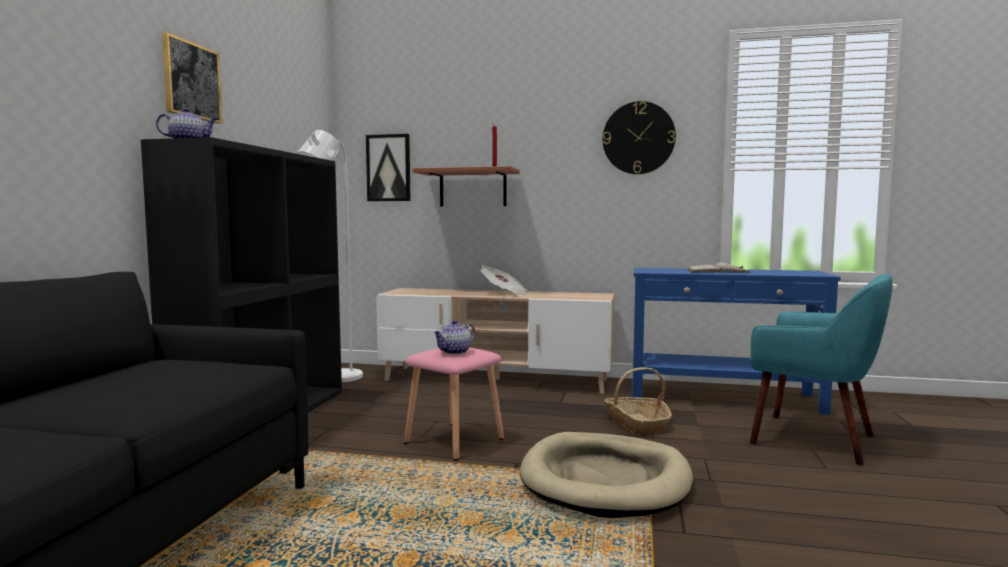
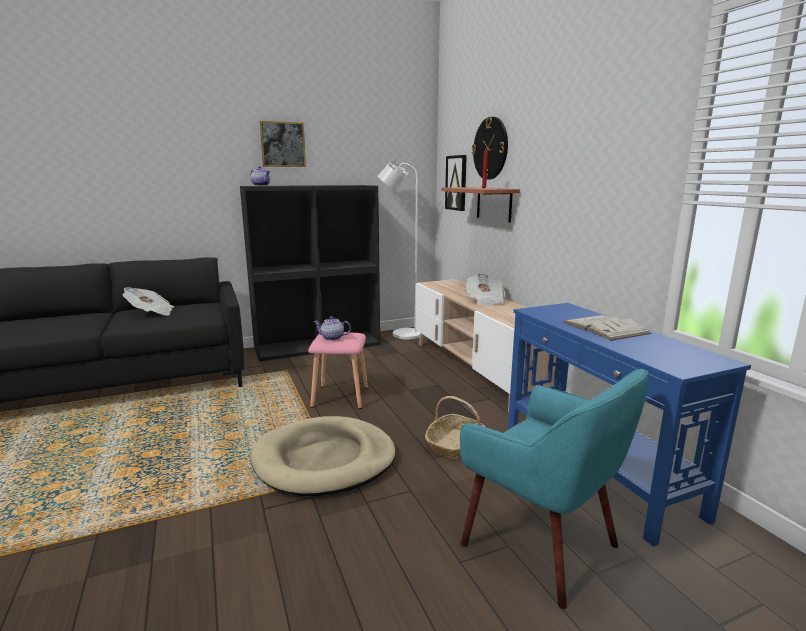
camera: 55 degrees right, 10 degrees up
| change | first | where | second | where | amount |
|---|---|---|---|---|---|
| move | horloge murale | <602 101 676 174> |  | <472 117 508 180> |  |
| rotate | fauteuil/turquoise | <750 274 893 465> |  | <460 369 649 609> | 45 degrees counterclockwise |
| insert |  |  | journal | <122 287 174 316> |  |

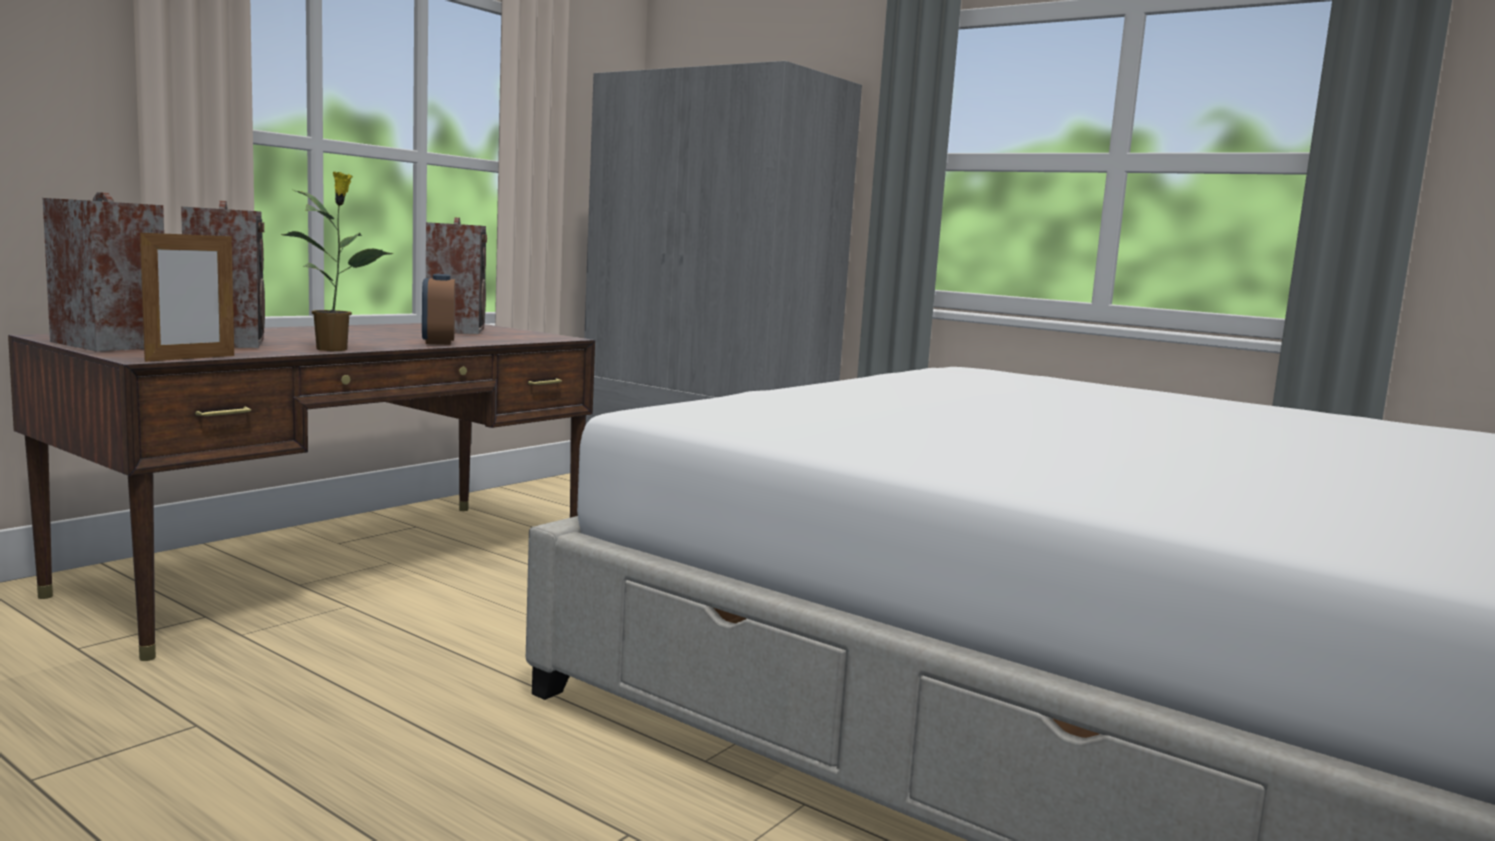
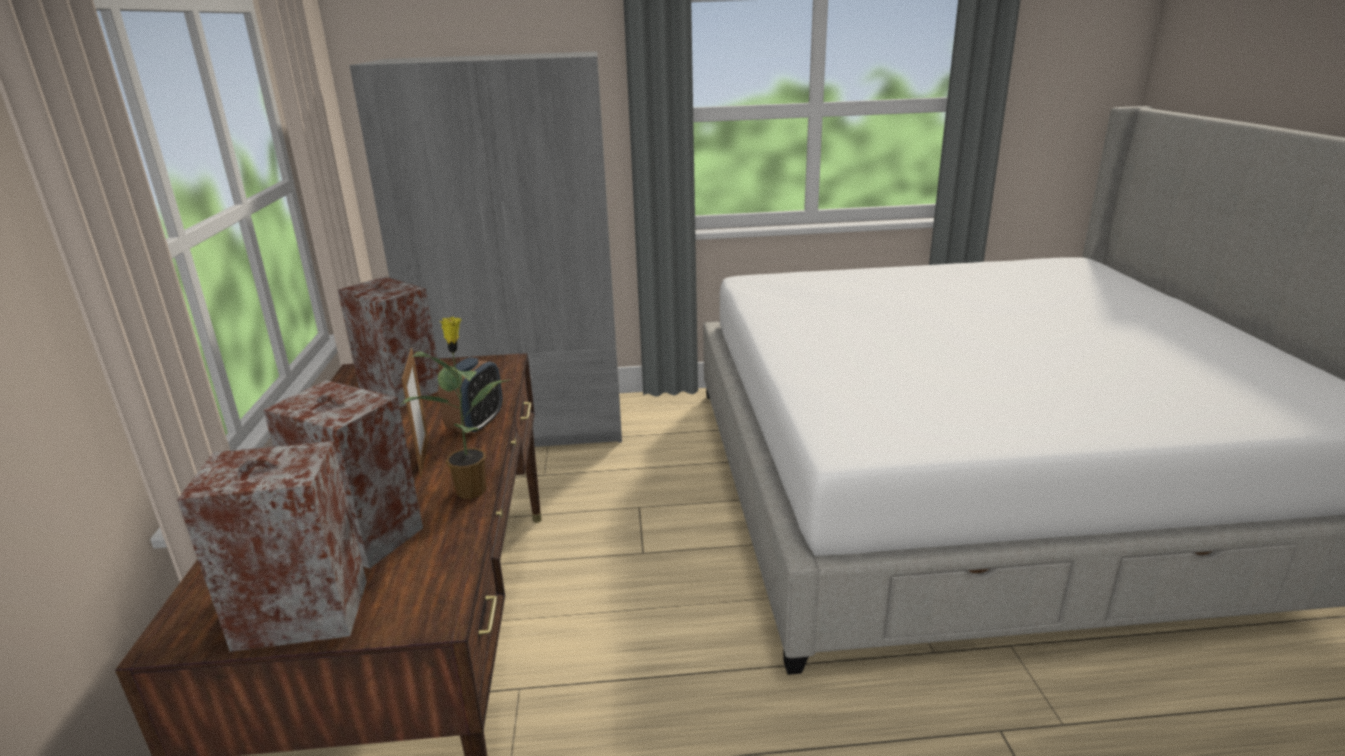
camera: 40 degrees left, 15 degrees up
| change | first | where | second | where | amount |
|---|---|---|---|---|---|
| move | cadre photo | <140 229 234 362> |  | <402 348 429 477> |  |
| rotate | réveil | <422 274 455 345> |  | <438 357 502 434> | 105 degrees counterclockwise |

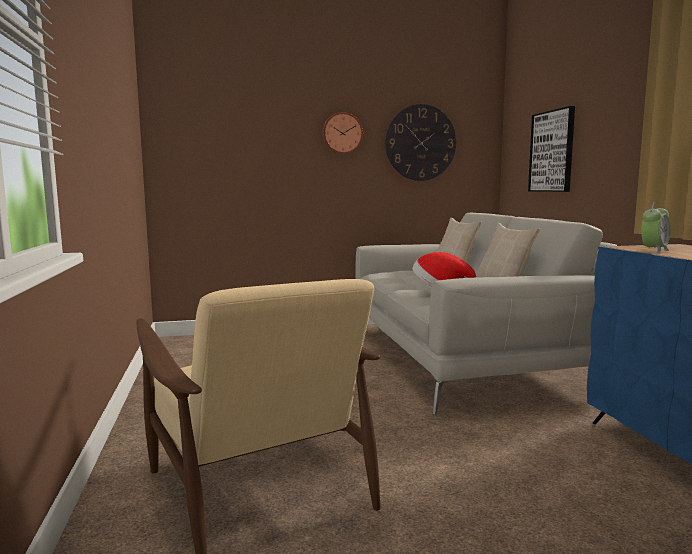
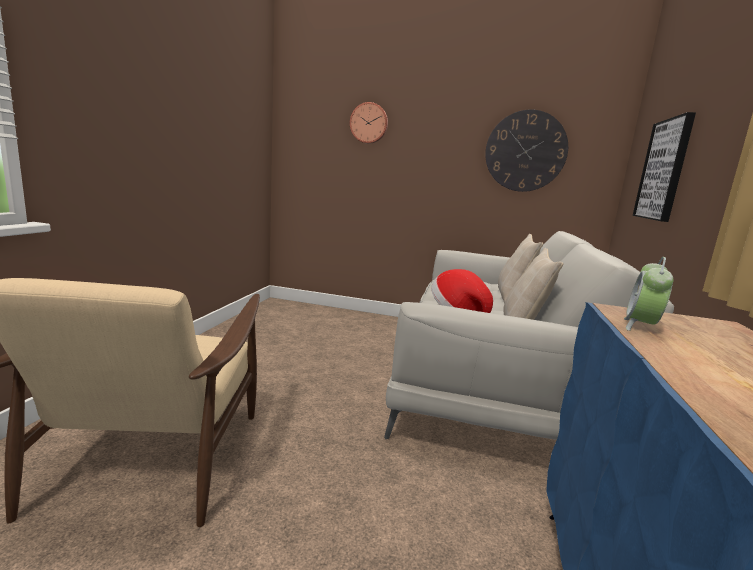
camera: 25 degrees right, 5 degrees up
| change | first | where | second | where | amount |
|---|---|---|---|---|---|
| move | horloge murale | <322 112 363 154> |  | <350 102 388 144> |  |
| rotate | réveil | <641 202 670 253> |  | <624 257 673 331> | 135 degrees clockwise |

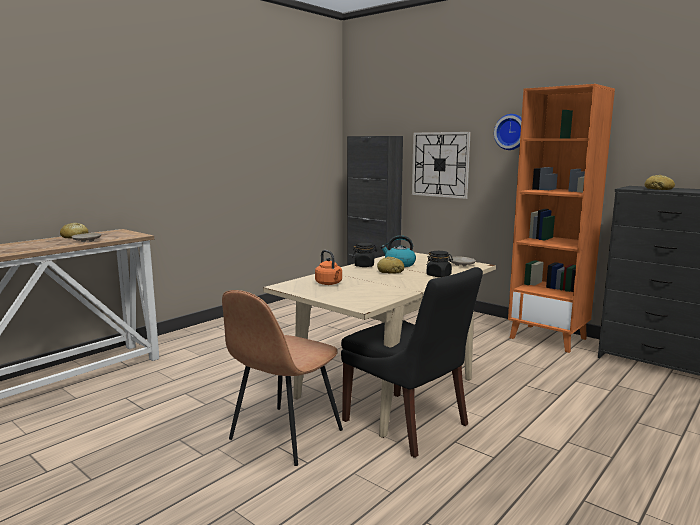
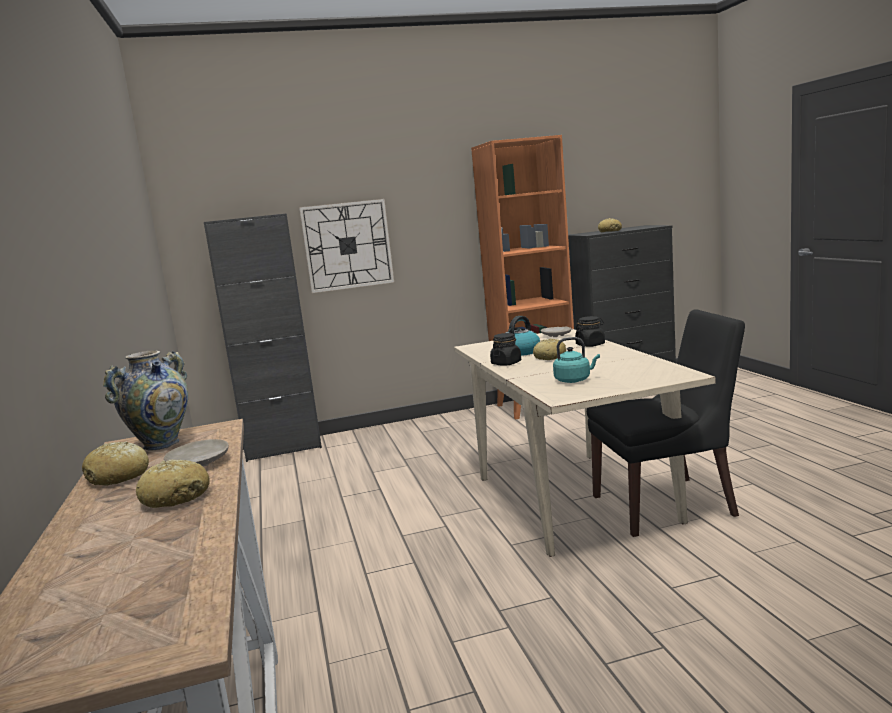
camera: 55 degrees left, 0 degrees up
| change | first | where | second | where | amount |
|---|---|---|---|---|---|
| delete | chaise/marron | <222 290 343 466> |  |  |  |
| recolor | bouilloire/orange | <315 250 342 285> | bouilloire/turquoise | <553 337 600 383> |  |
| delete | horloge murale | <494 114 522 150> |  |  |  |
| insert |  |  | vase | <103 350 188 451> |  |
| insert |  |  | pain | <136 460 210 508> |  |

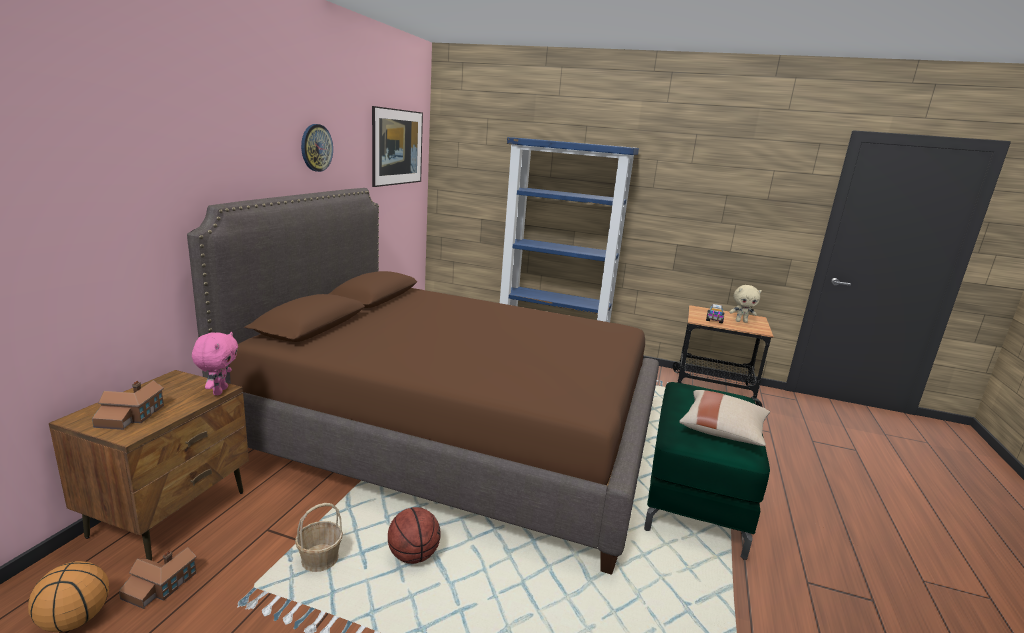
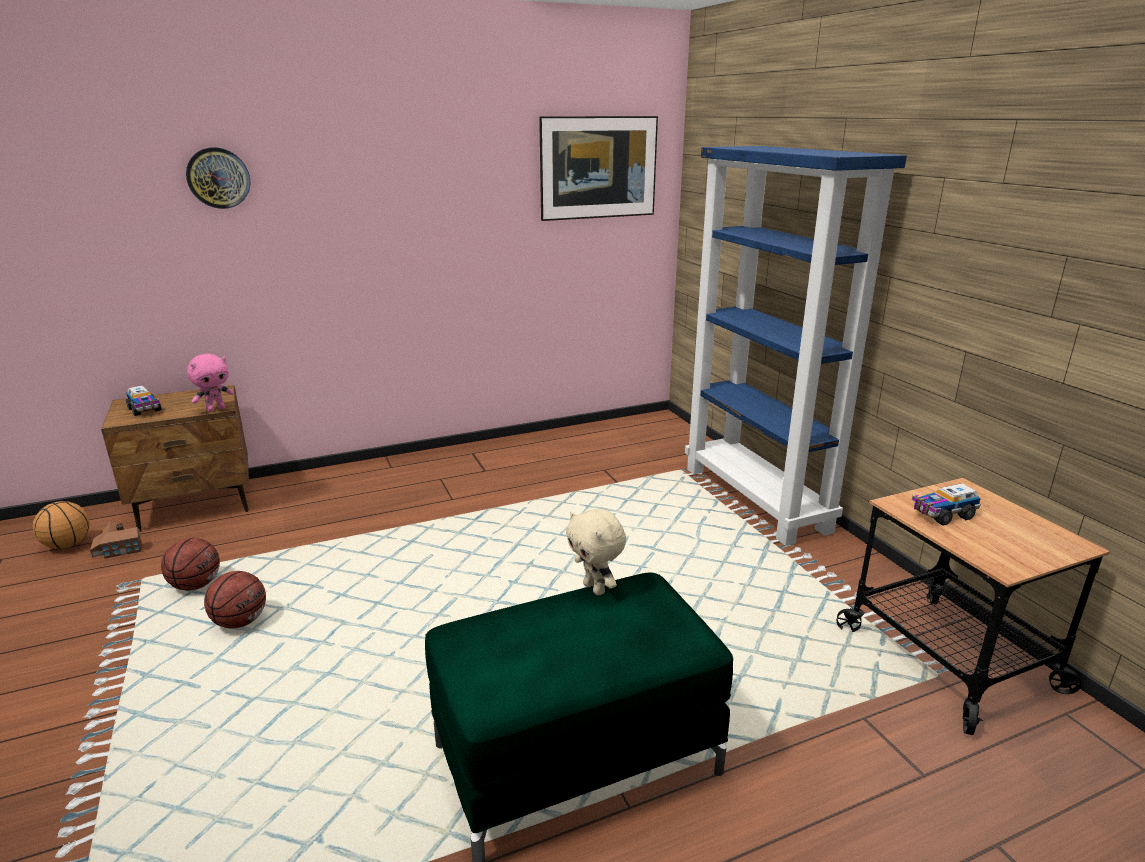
camera: 50 degrees right, 5 degrees up
| change | first | where | second | where | amount |
|---|---|---|---|---|---|
| replace | maison miniature | <92 380 164 430> | camion jouet | <126 385 161 416> |  |
| delete | lit/marron | <187 188 659 575> |  |  |  |
| replace | panier | <295 503 343 572> | ballon de basket | <161 538 220 590> |  |
| move | horloge murale | <301 124 333 172> |  | <186 147 250 209> |  |
| delete | coussin/beige | <679 390 770 446> |  |  |  |
| move | peluche/beige | <729 285 762 323> |  | <566 509 626 596> |  |

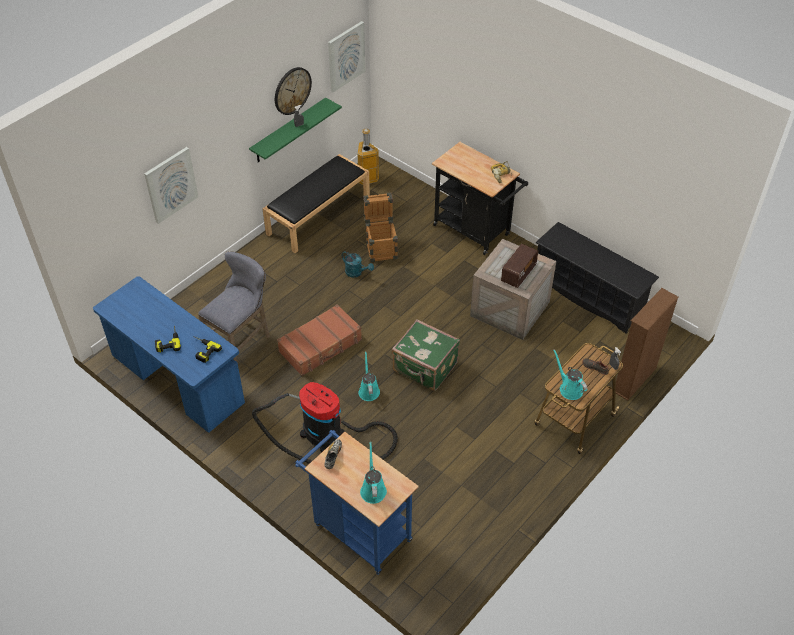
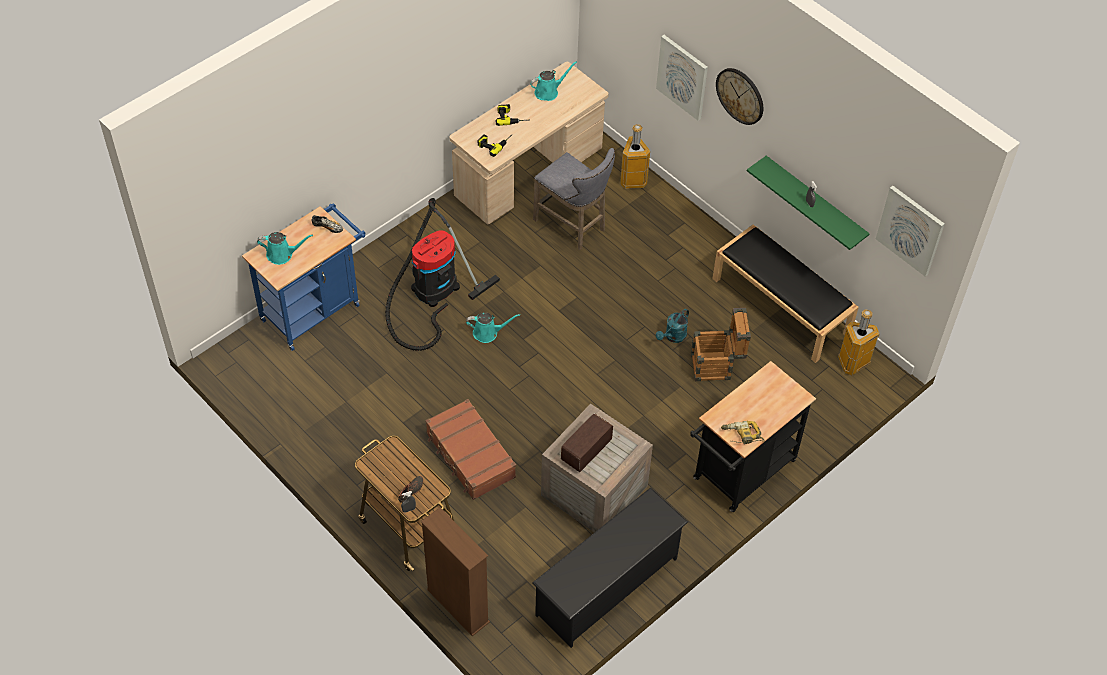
camera: 95 degrees right, 5 degrees up
| change | first | where | second | where | amount |
|---|---|---|---|---|---|
| recolor | bureau/bleu | <93 276 245 433> | bureau/beige | <449 62 609 224> |  |
| move | horloge murale | <275 67 312 115> |  | <716 68 763 125> |  |
| move | valise/marron | <277 304 362 376> |  | <426 399 516 500> |  |
| delete | valise/vert | <392 319 460 391> |  |  |  |
| rotate | radio | <501 244 538 288> |  | <561 413 613 472> | 90 degrees clockwise |
| move | arrosoir/turquoise | <553 349 587 400> |  | <530 61 577 101> |  |
| insert |  |  | poubelle | <620 124 650 189> |  |

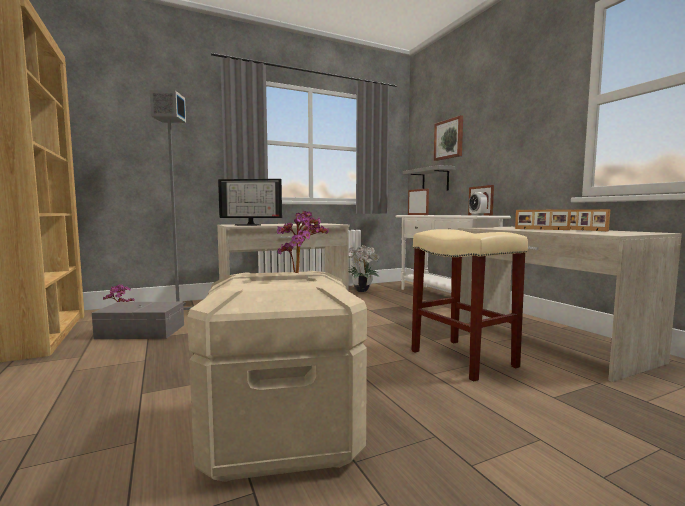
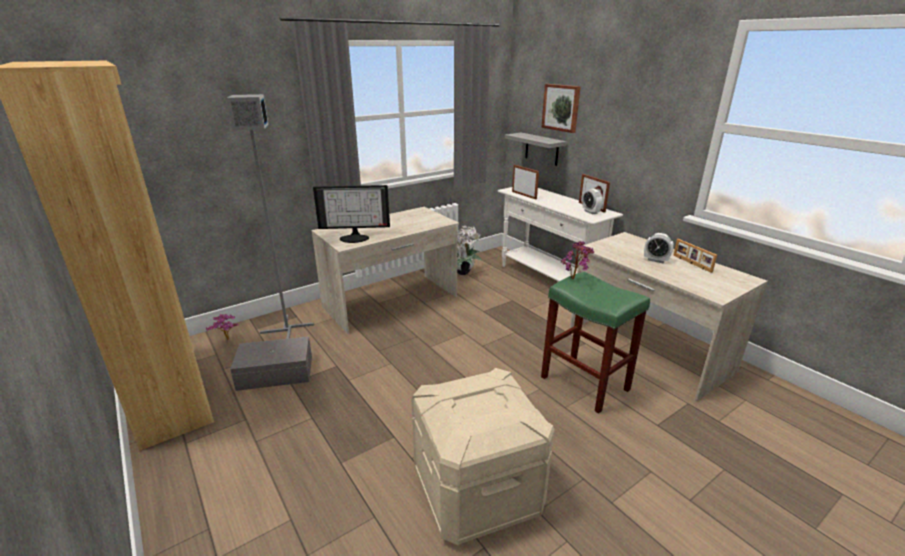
camera: 10 degrees left, 20 degrees up
| change | first | where | second | where | amount |
|---|---|---|---|---|---|
| move | plante en pot | <277 211 329 273> |  | <561 241 594 279> |  |
| recolor | tabouret/beige | <411 229 528 382> | tabouret/vert | <541 272 650 414> |  |
| replace | cadre photo | <515 210 571 230> | réveil | <644 233 674 263> |  |

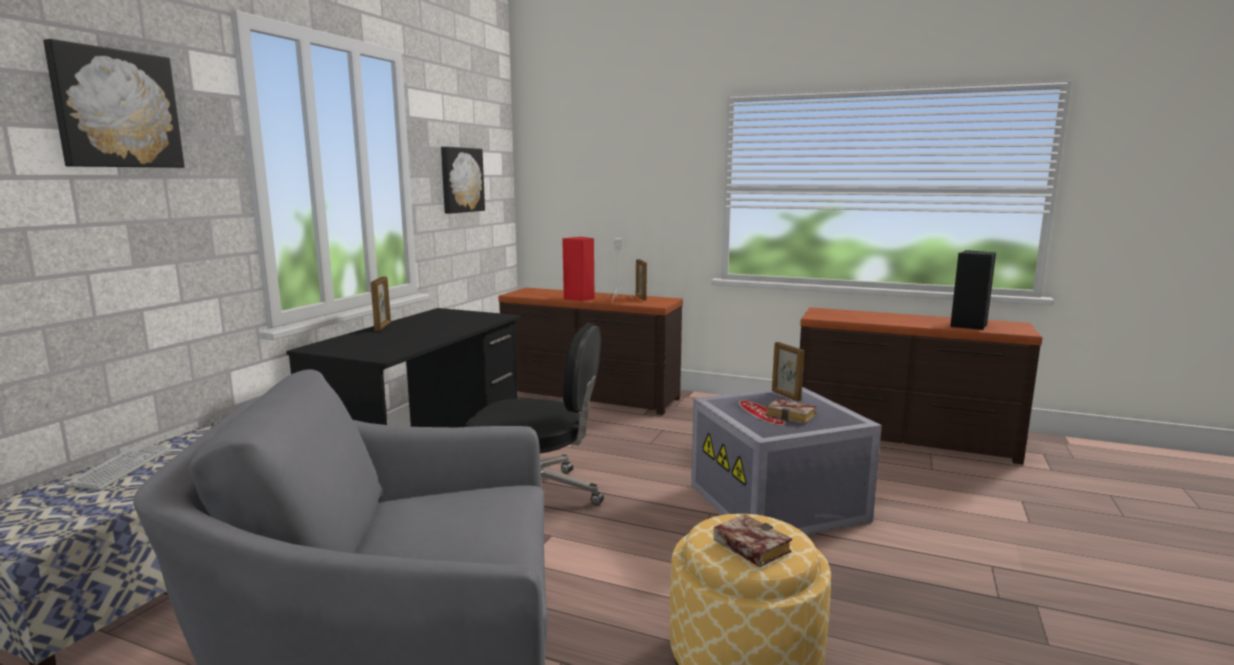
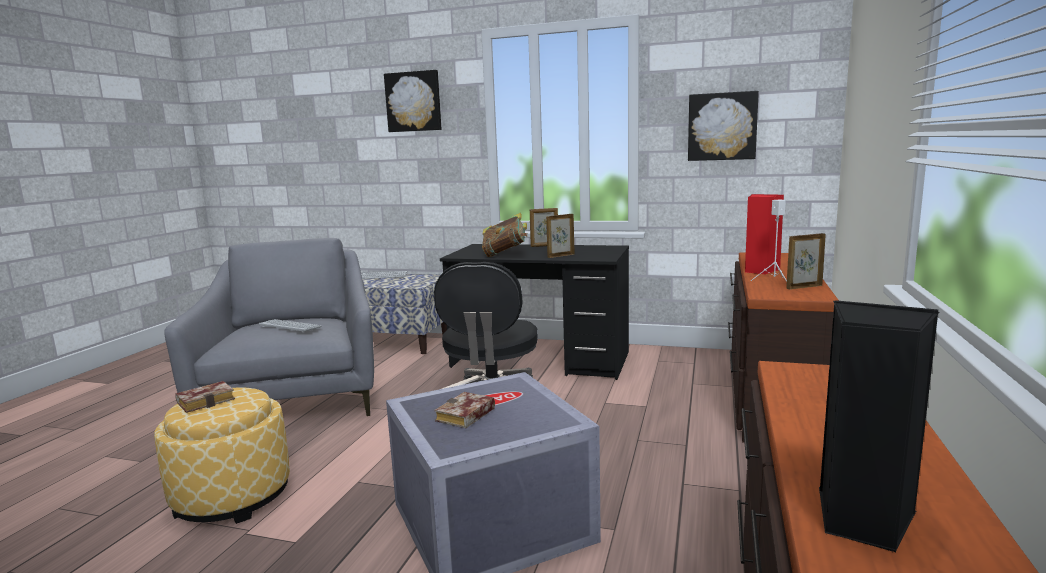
camera: 85 degrees right, 0 degrees up
| change | first | where | second | where | amount |
|---|---|---|---|---|---|
| move | cadre photo | <772 342 804 401> |  | <546 214 575 258> |  |
| insert |  |  | clavier | <259 319 322 332> |  |
| insert |  |  | livre | <482 213 528 257> |  |

